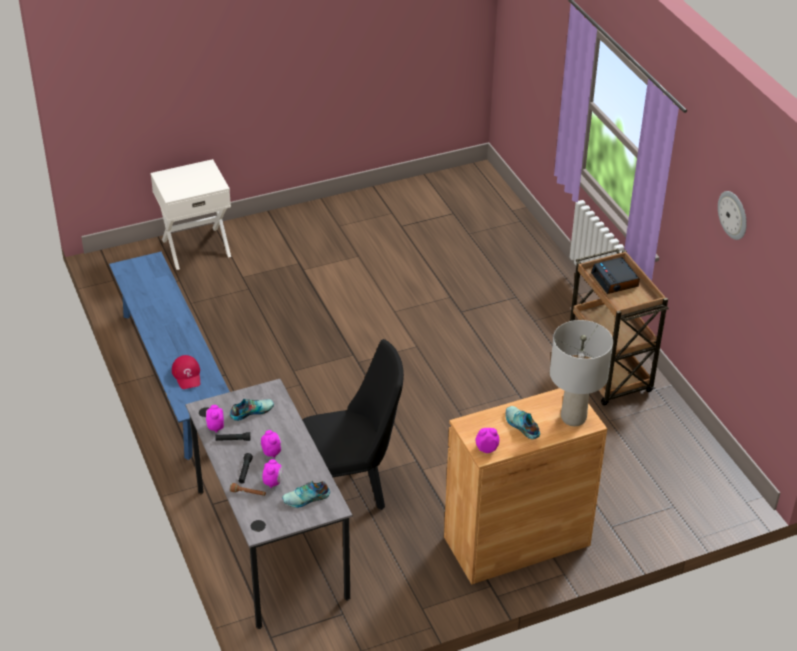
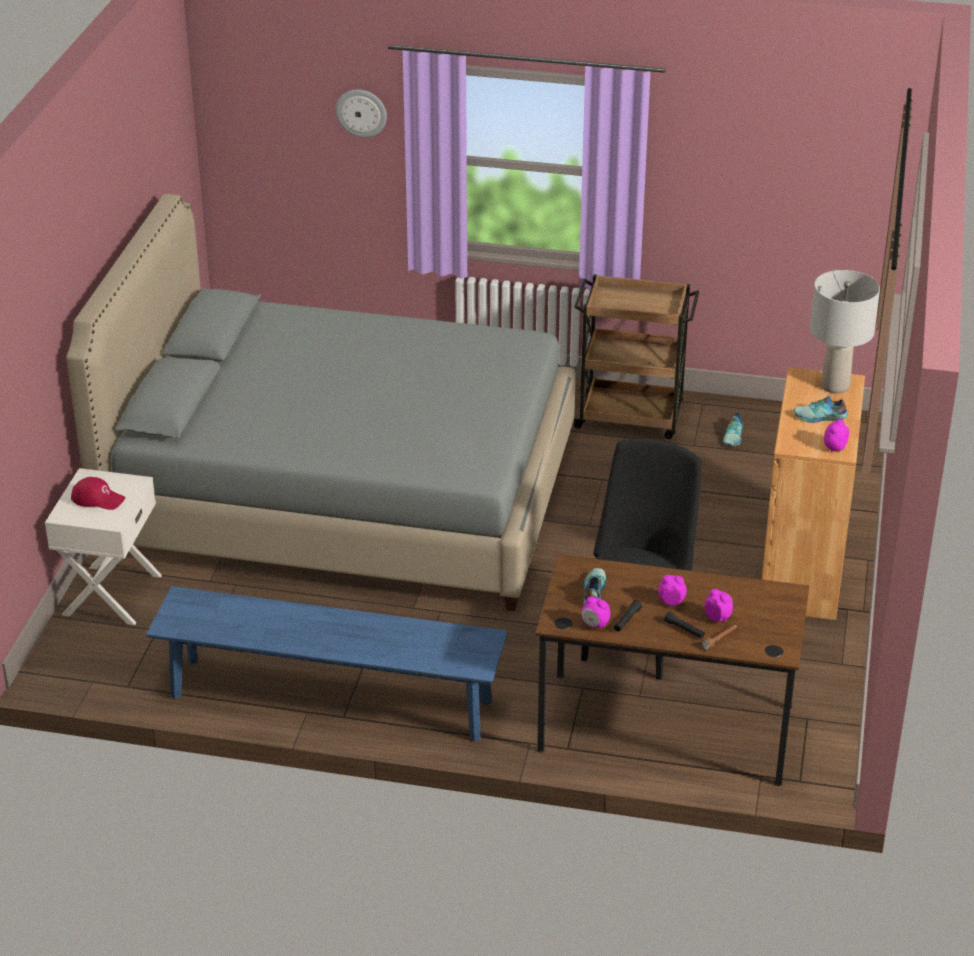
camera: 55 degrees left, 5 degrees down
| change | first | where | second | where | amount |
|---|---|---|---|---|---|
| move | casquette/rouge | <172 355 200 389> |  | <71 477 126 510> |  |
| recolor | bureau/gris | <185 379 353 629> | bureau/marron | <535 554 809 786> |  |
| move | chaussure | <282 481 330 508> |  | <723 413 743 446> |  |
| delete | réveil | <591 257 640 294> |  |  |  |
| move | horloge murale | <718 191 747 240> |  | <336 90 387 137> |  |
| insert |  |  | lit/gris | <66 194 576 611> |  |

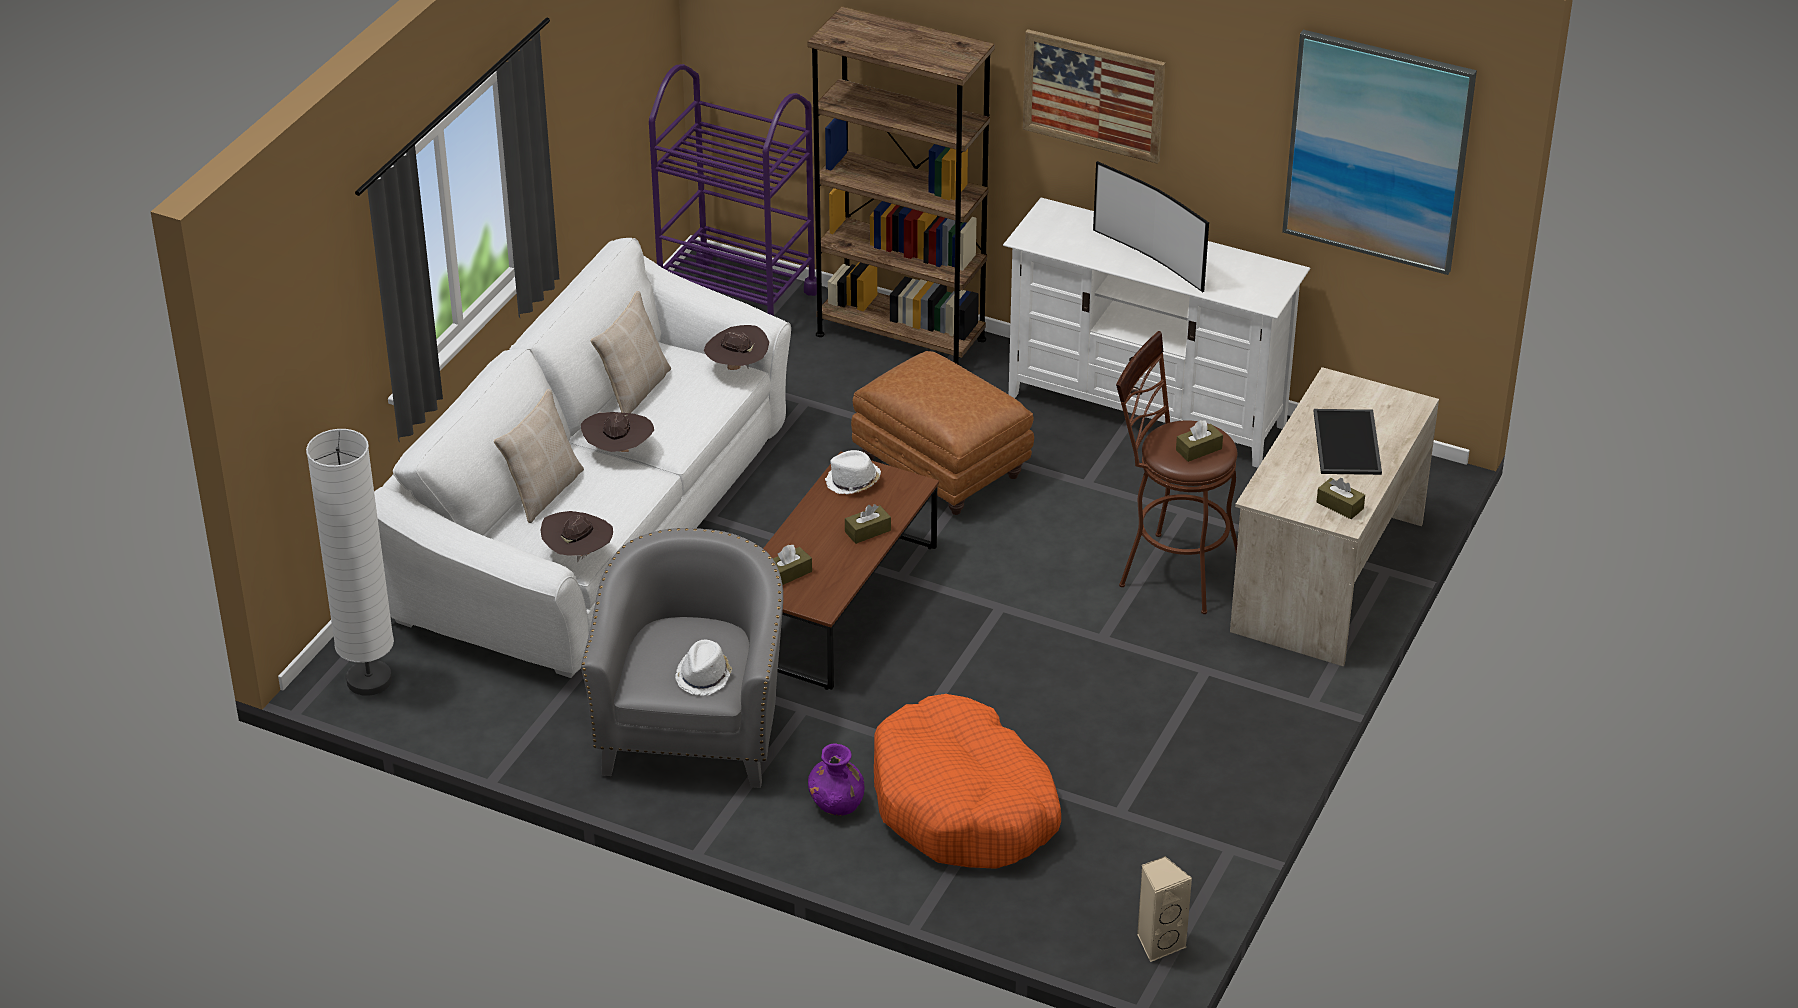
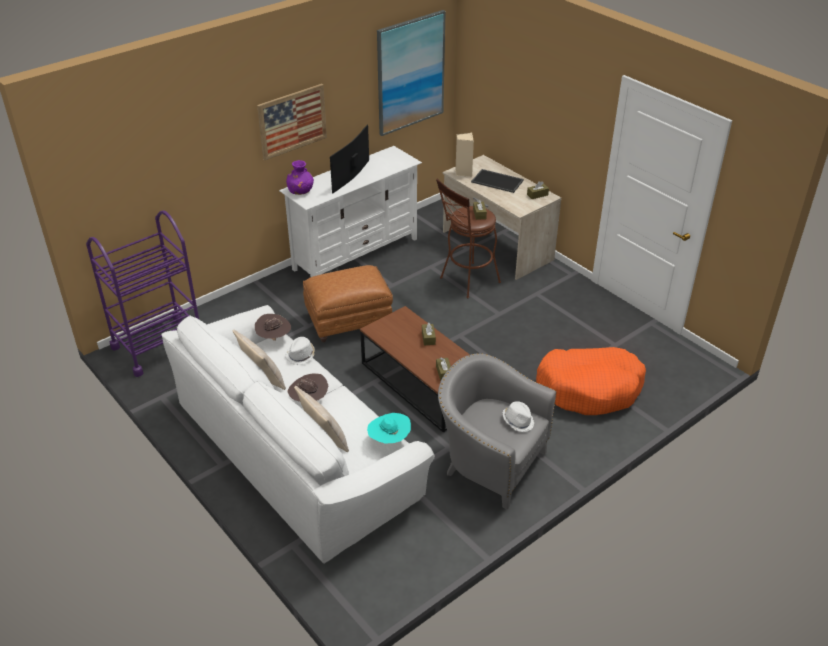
camera: 65 degrees left, 0 degrees up
| change | first | where | second | where | amount |
|---|---|---|---|---|---|
| delete | lampadaire/blanc | <306 429 394 696> |  |  |  |
| recolor | chapeau/marron | <540 511 613 562> | chapeau/turquoise | <367 413 411 444> |  |
| delete | bibliothèque/marron | <807 6 995 365> |  |  |  |
| move | vase/violet | <808 744 864 816> |  | <286 160 314 195> |  |
| move | chapeau/blanc | <825 450 881 494> |  | <285 337 315 365> |  |
| rotate | téléviseur | <1093 161 1209 292> |  | <330 125 369 193> | 135 degrees clockwise |
| move | enceinte/beige | <1137 856 1192 962> |  | <455 133 474 177> |  |

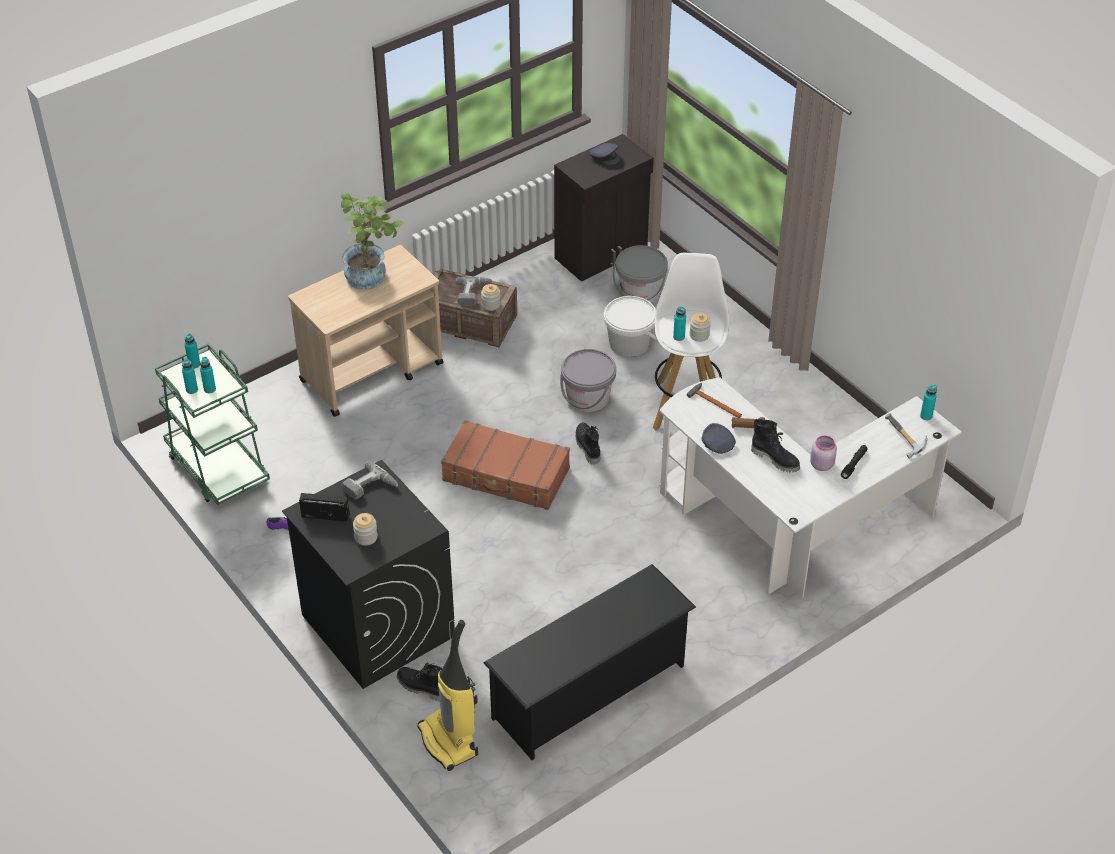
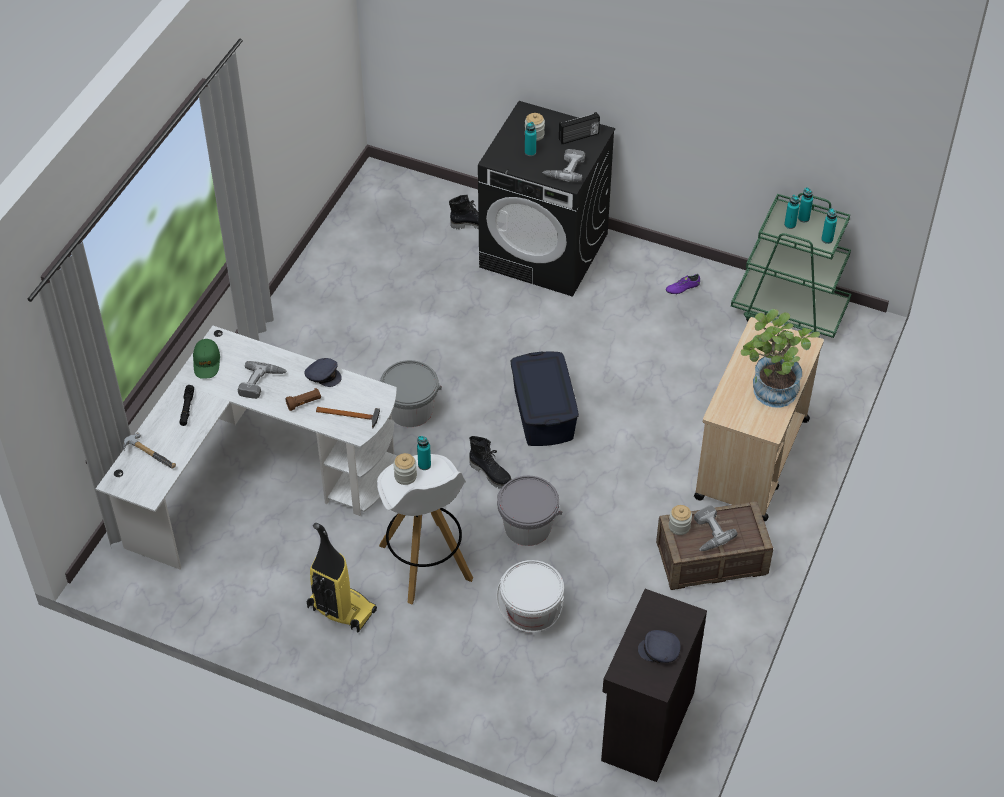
camera: 150 degrees right, 5 degrees up
| change | first | where | second | where | amount |
|---|---|---|---|---|---|
| move | aspirateur | <417 620 478 771> |  | <307 523 377 633> |  |
| replace | valise/marron | <441 420 570 510> | boîte de rangement/bleu | <510 351 579 446> |  |
| delete | étagère à chaussures/noir | <483 564 696 760> |  |  |  |
| move | seau/gris | <613 245 668 303> |  | <380 360 442 427> |  |
| replace | botte/noir | <751 419 800 472> | perceuse | <238 361 287 399> |  |
| delete | bocal/rose | <810 436 837 471> |  |  |  |
| move | bouteille/turquoise | <920 385 937 420> |  | <525 122 537 156> |  |
| insert |  |  | casquette/vert | <193 339 220 379> |  |

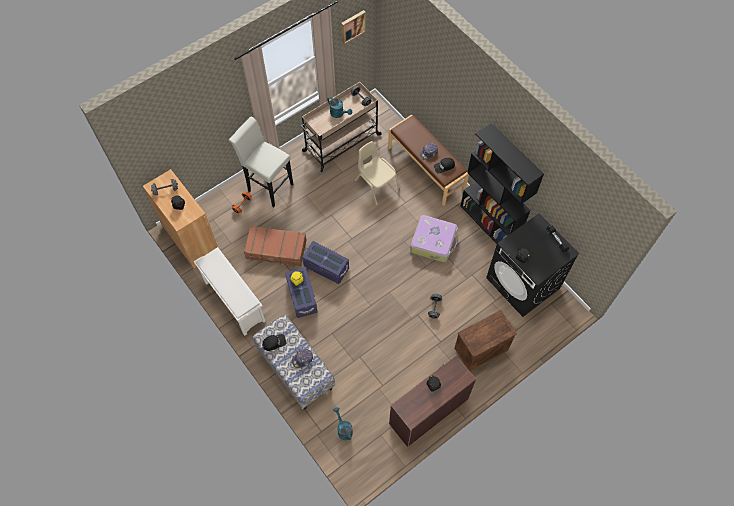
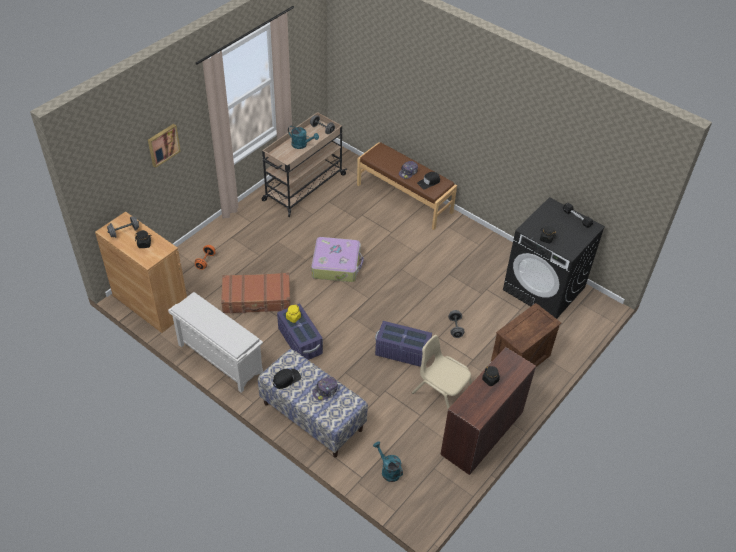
camera: 15 degrees left, 15 degrees down
| change | first | where | second | where | amount |
|---|---|---|---|---|---|
| delete | tabouret/blanc | <228 117 294 207> |  |  |  |
| move | boîte de rangement/violet | <302 241 349 284> |  | <375 321 432 367> |  |
| move | tableau | <341 10 366 45> |  | <148 124 181 168> |  |
| move | chaise/beige | <354 141 400 205> |  | <412 335 472 409> |  |
| move | valise | <410 215 458 262> |  | <311 237 364 282> |  |
| delete | bibliothèque/noir | <460 123 544 244> |  |  |  |

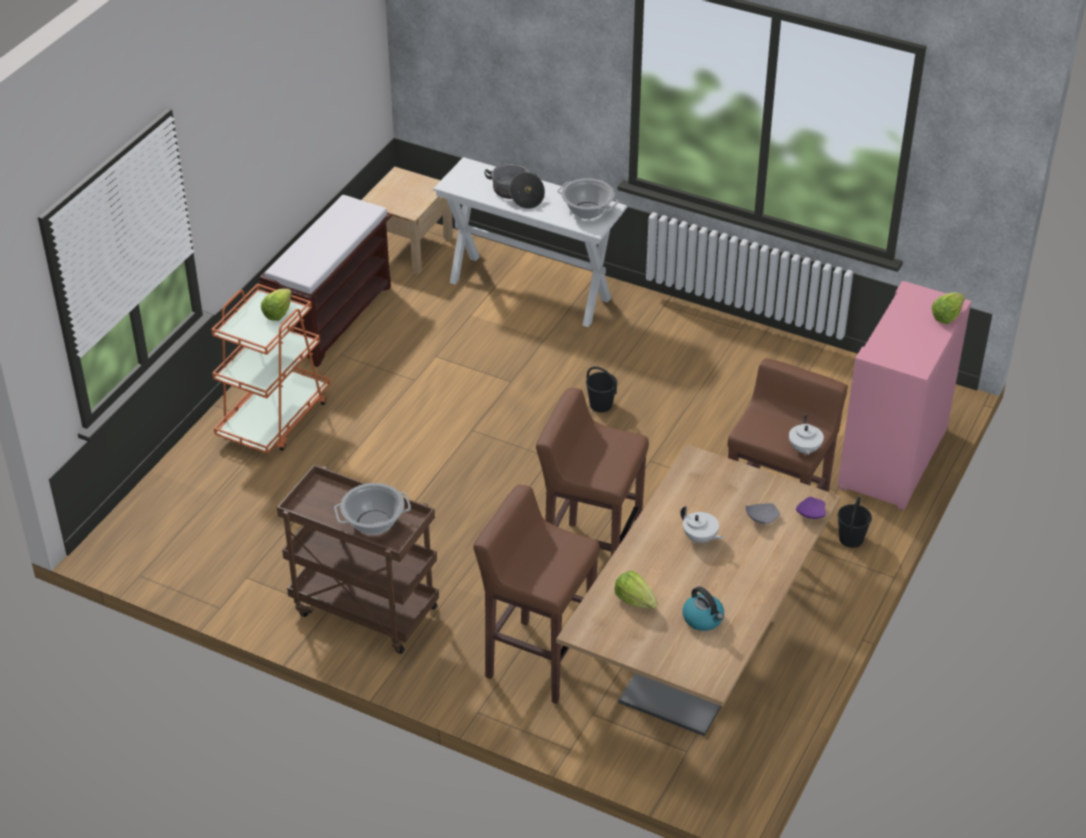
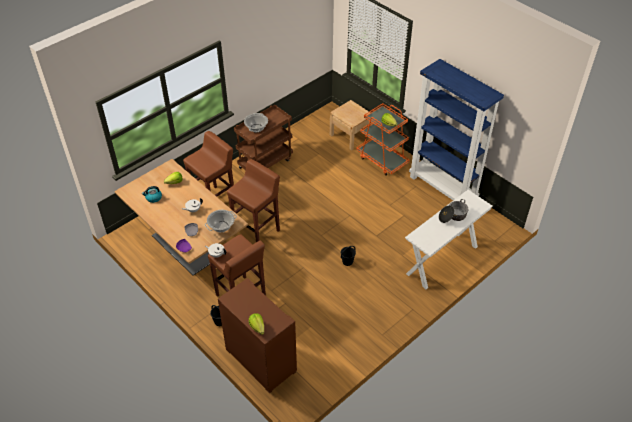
camera: 110 degrees right, 5 degrees up
| change | first | where | second | where | amount |
|---|---|---|---|---|---|
| replace | banc/marron | <260 195 392 367> | bibliothèque/bleu | <409 59 504 200> |  |
| move | table de chevet/beige | <362 167 453 275> |  | <330 100 373 151> |  |
| move | marmite | <557 178 618 219> |  | <205 210 237 232> |  |
| recolor | meuble de rangement/rose | <838 281 971 510> | meuble de rangement/marron | <218 278 297 394> |  |

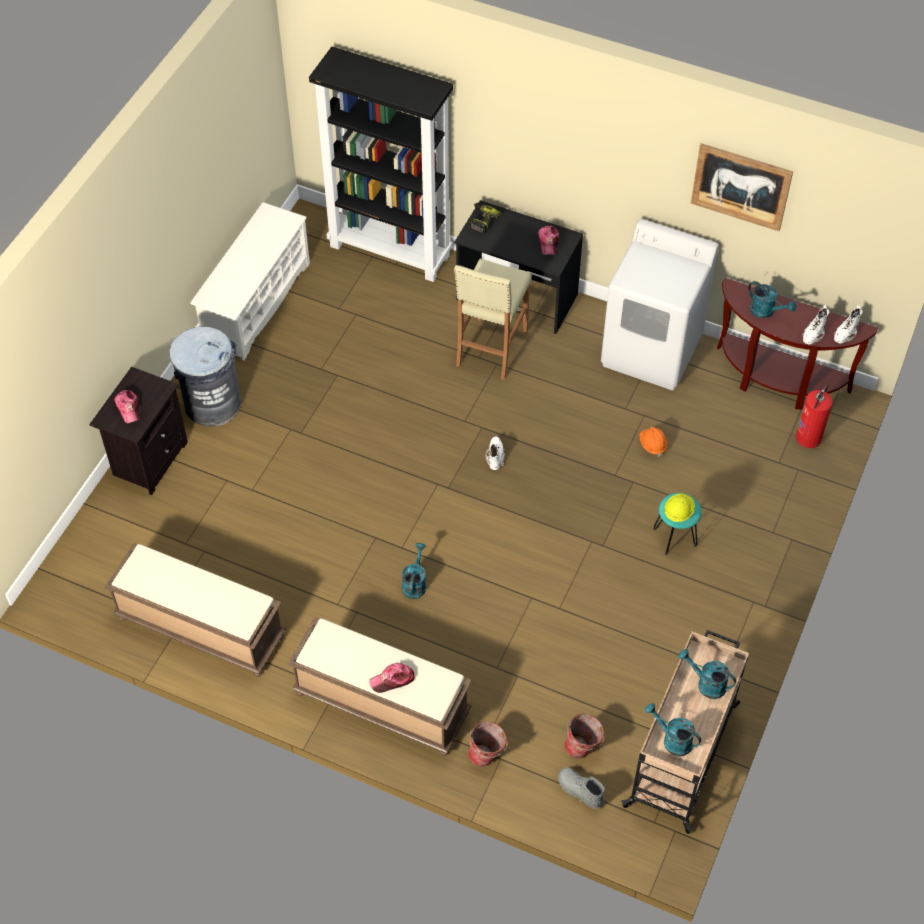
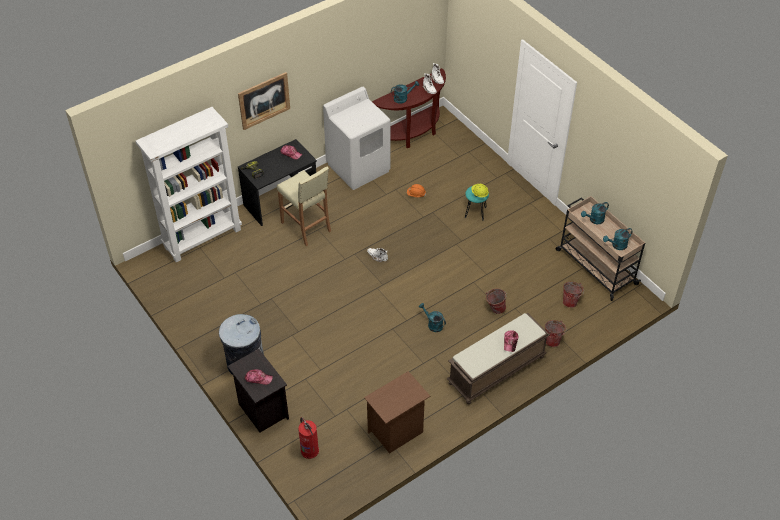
camera: 60 degrees left, 5 degrees down
| change | first | where | second | where | amount |
|---|---|---|---|---|---|
| replace | banc/marron | <104 543 286 677> | table de chevet/marron | <364 371 430 454> |  |
| delete | étagère à chaussures/blanc | <190 202 310 361> |  |  |  |
| recolor | bibliothèque/noir | <309 47 453 282> | bibliothèque/blanc | <136 107 242 263> |  |
| delete | botte/gris | <558 767 605 809> |  |  |  |
| move | tableau | <691 143 793 231> |  | <238 72 290 130> |  |
| move | extincteur | <796 385 833 448> |  | <298 417 319 459> |  |
| insert |  |  | seau | <486 288 507 314> |  |

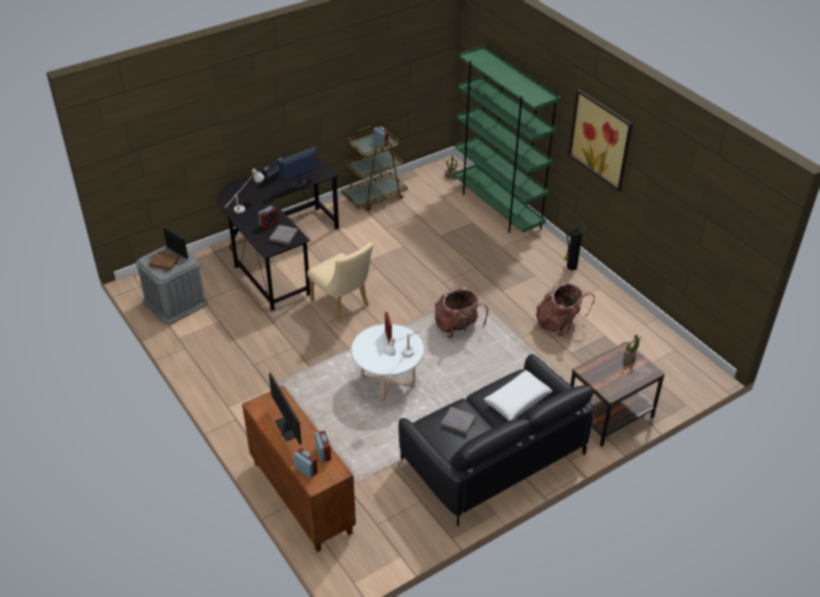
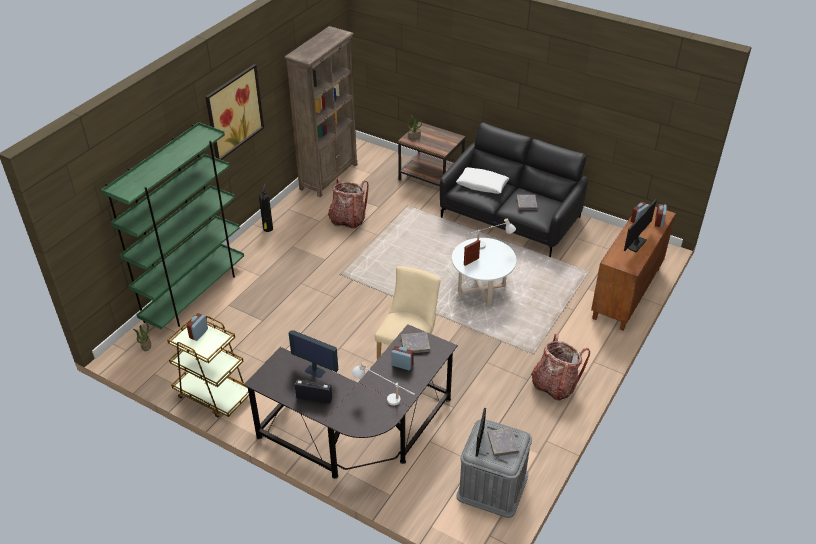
camera: 115 degrees left, 0 degrees up
| change | first | where | second | where | amount |
|---|---|---|---|---|---|
| recolor | livre/marron | <148 251 180 270> | livre/gris | <487 428 519 456> |  |
| move | sac à dos | <435 287 488 338> |  | <531 334 590 401> |  |
| insert |  |  | bibliothèque/marron | <285 26 357 197> |  |

